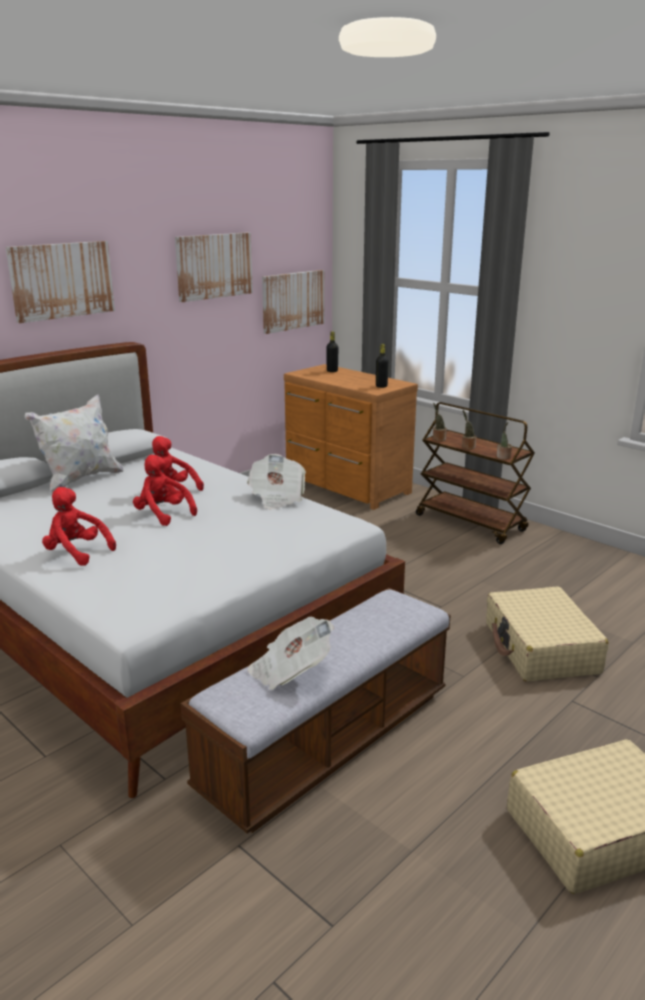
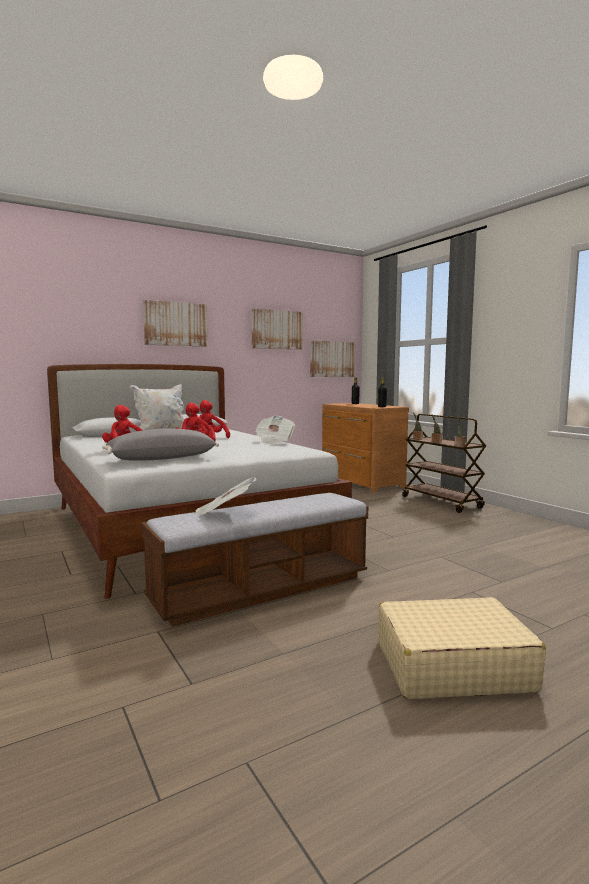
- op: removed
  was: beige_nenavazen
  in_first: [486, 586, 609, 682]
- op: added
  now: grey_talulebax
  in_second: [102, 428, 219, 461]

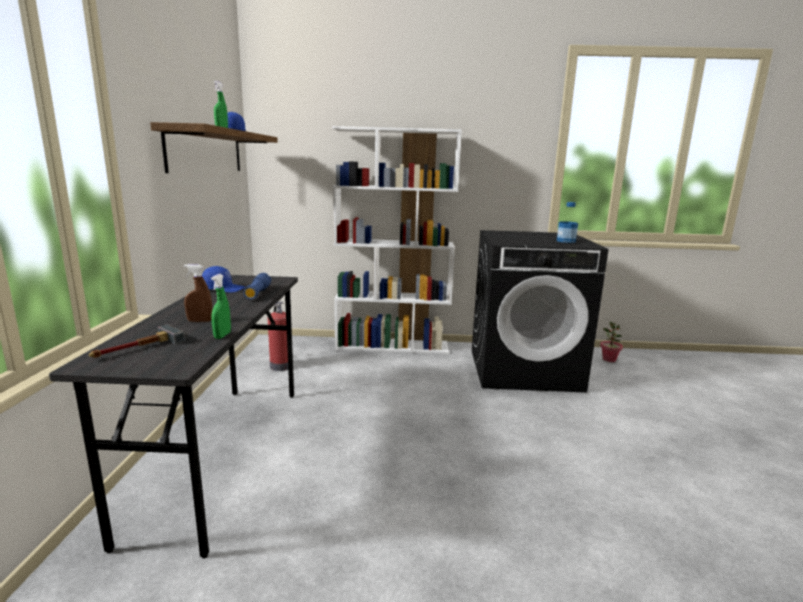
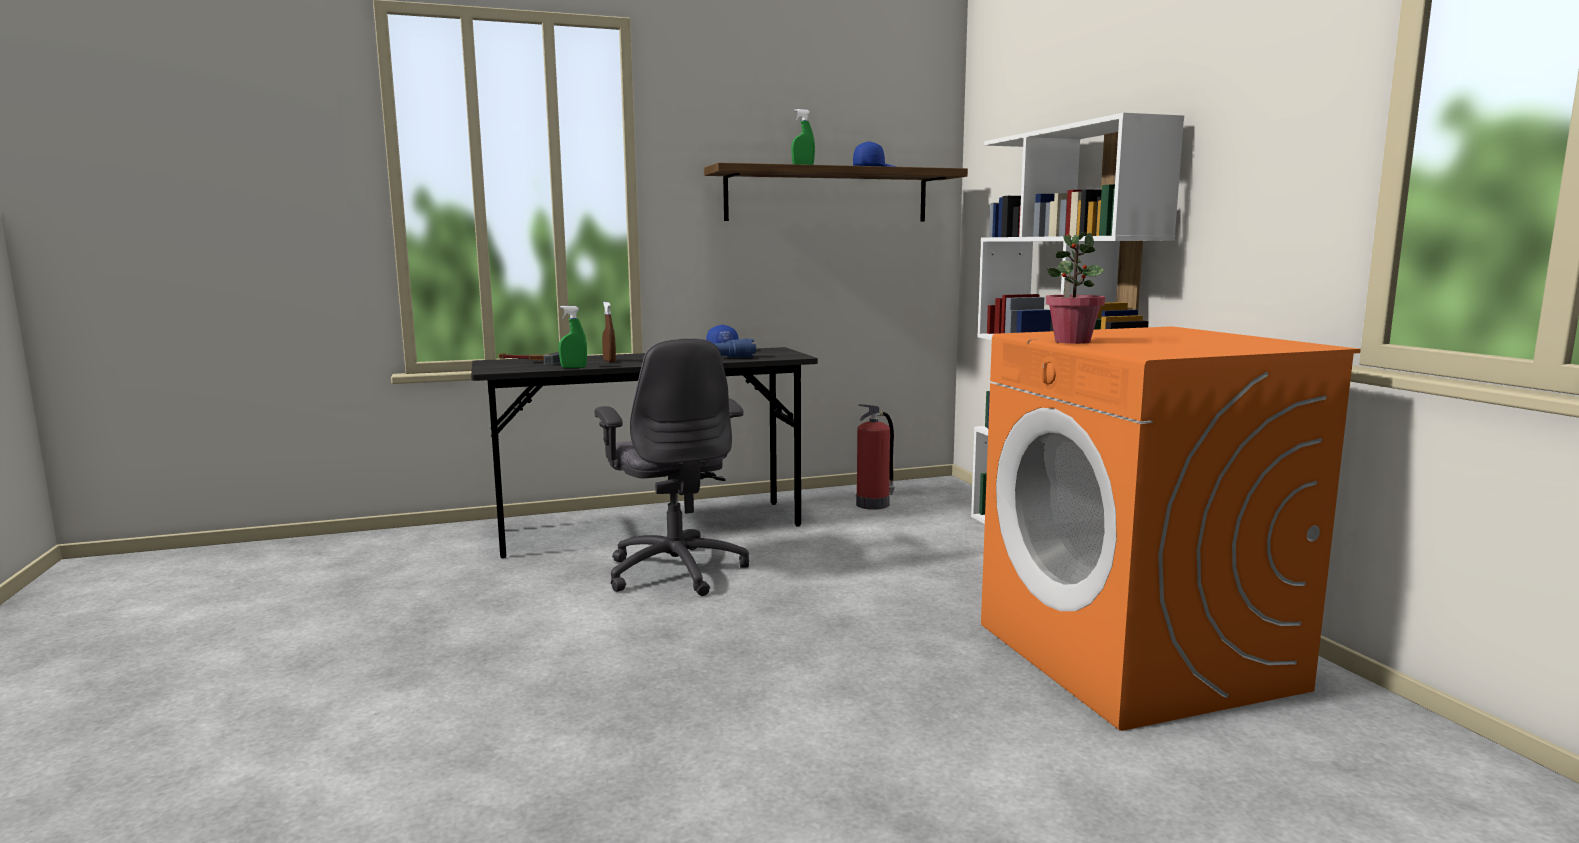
- op: removed
  was: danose
  in_first: [557, 202, 578, 243]
- op: added
  now: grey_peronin
  in_second: [594, 338, 749, 596]
- op: moved
  was: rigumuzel
  in_first: [600, 321, 623, 362]
  in_second: [1045, 232, 1105, 344]
- op: recoloured
  was: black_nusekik
  now: orange_nusekik
  in_first: [472, 230, 608, 393]
  in_second: [981, 326, 1361, 731]

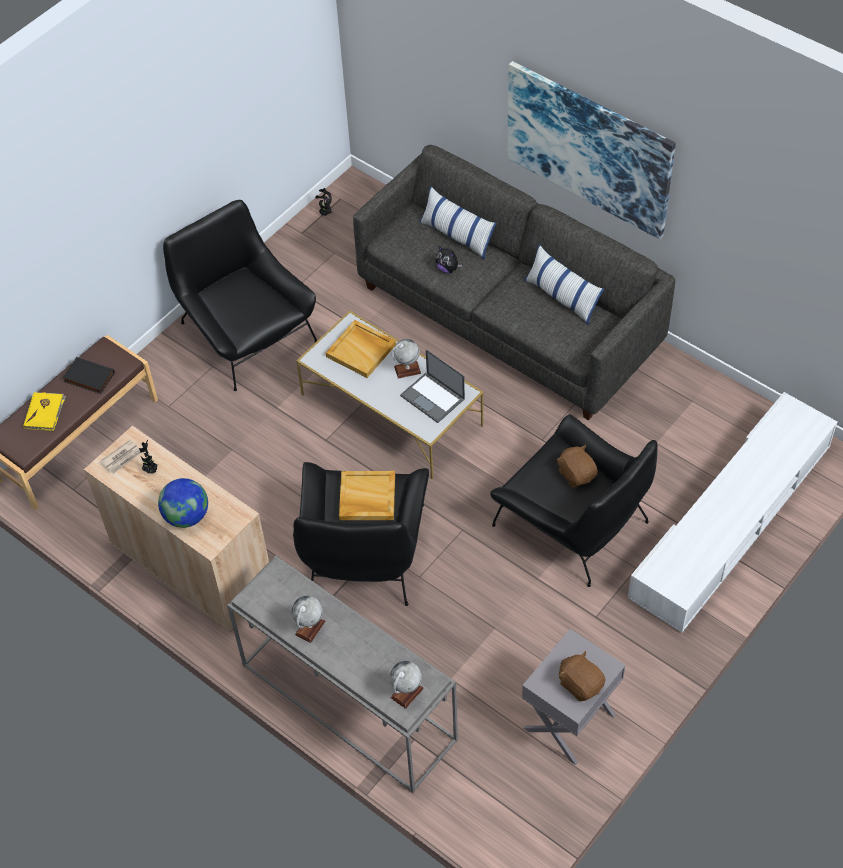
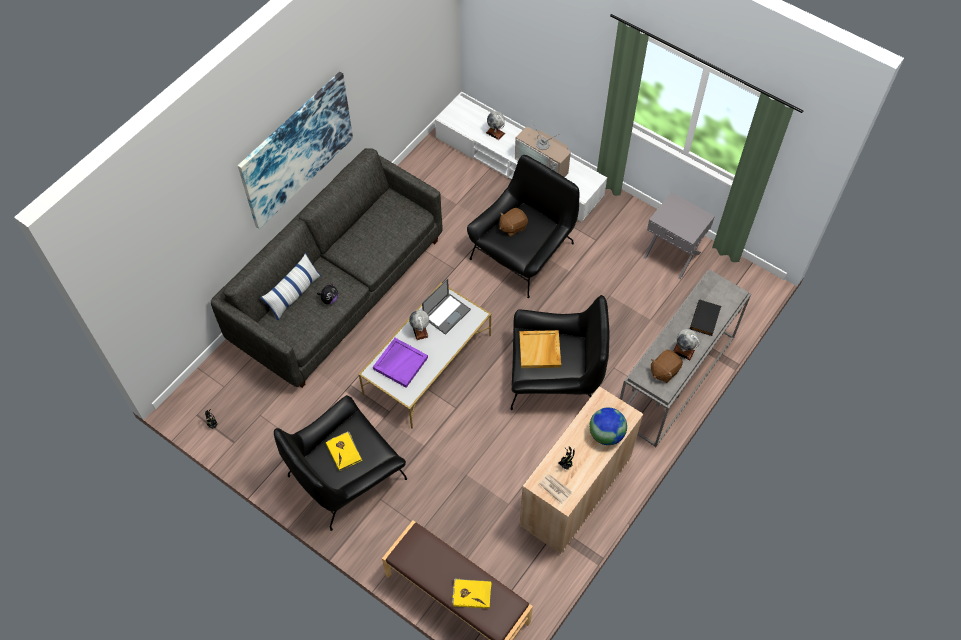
- op: removed
  was: talulebax
  in_first: [524, 244, 604, 325]
- op: added
  now: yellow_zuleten
  in_second: [326, 431, 362, 471]
- op: added
  now: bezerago
  in_second: [515, 117, 571, 177]
- op: moved
  was: black_zuleten
  in_first: [62, 357, 115, 394]
  in_second: [690, 300, 721, 336]
- op: moved
  was: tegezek
  in_first: [390, 661, 424, 709]
  in_second: [486, 111, 505, 140]
- op: moved
  was: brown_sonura
  in_first: [559, 651, 606, 701]
  in_second: [651, 350, 683, 383]
- op: recoloured
  was: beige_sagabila
  now: purple_sagabila
  in_first: [326, 320, 396, 378]
  in_second: [373, 338, 428, 388]

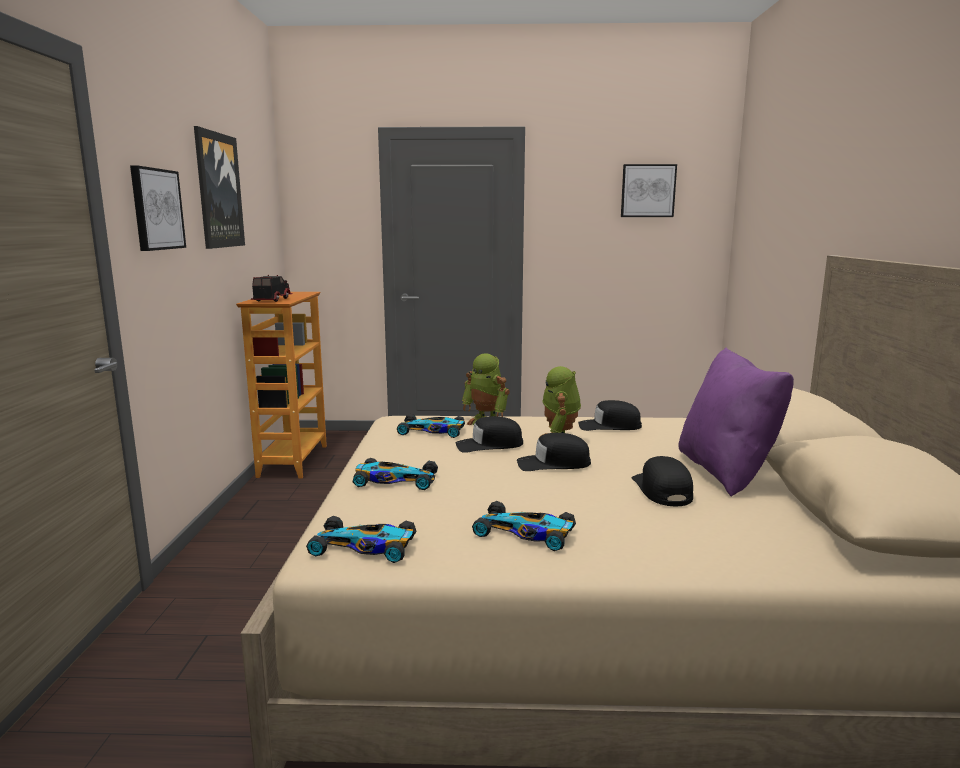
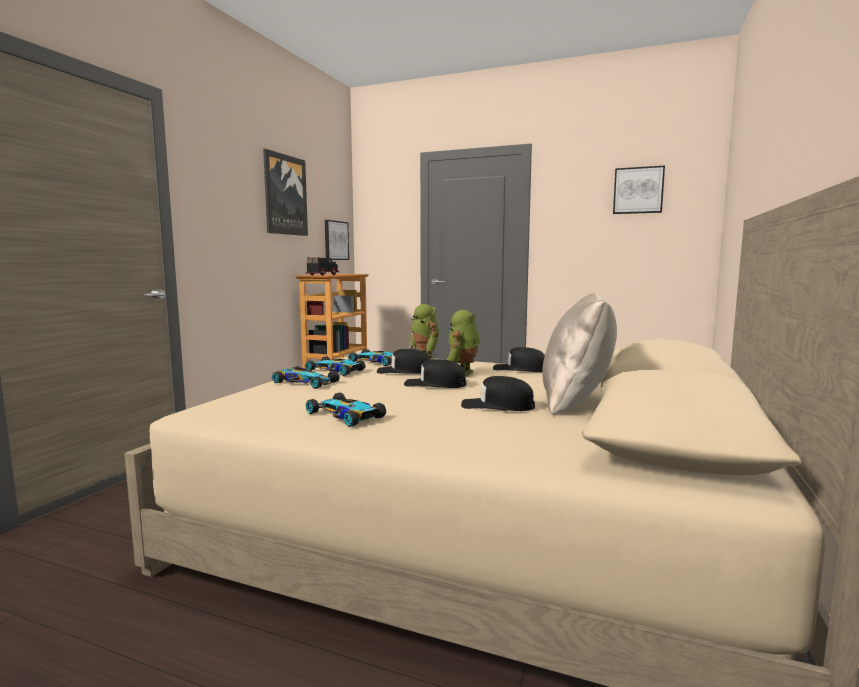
- op: moved
  was: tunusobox
  in_first: [130, 165, 186, 251]
  in_second: [325, 220, 349, 260]
- op: moved
  was: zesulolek
  in_first: [306, 516, 416, 563]
  in_second: [305, 356, 366, 376]
- op: recoloured
  was: purple_talulebax
  now: beige_talulebax
  in_first: [679, 347, 794, 497]
  in_second: [542, 293, 617, 415]
- op: turned
  was: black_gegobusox
  in_first: [632, 456, 693, 506]
  in_second: [461, 376, 535, 411]
  clockwise: -90

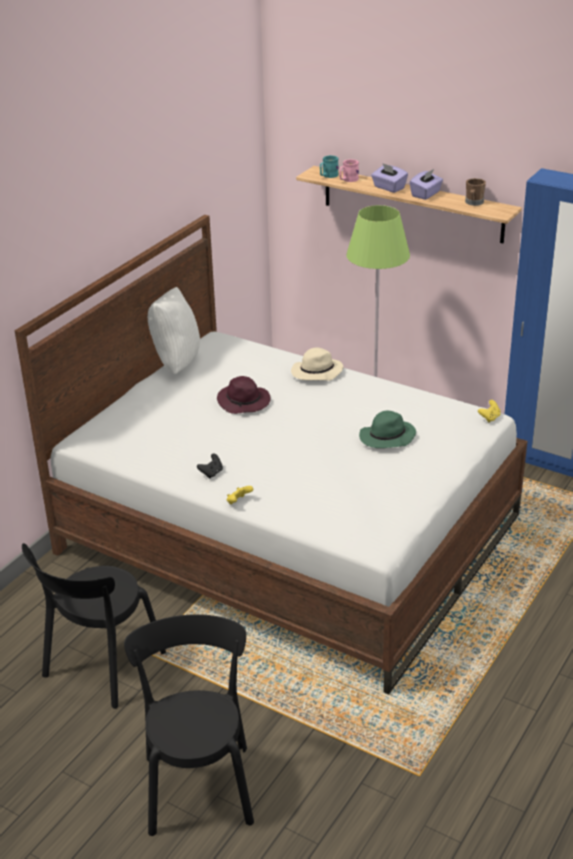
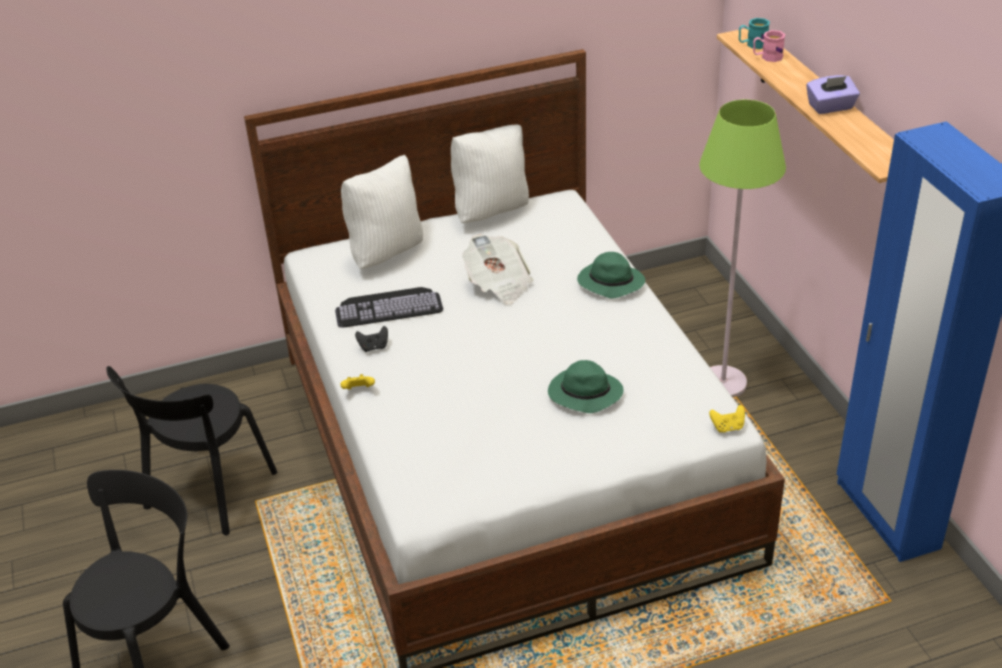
- op: removed
  was: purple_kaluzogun
  in_first: [371, 163, 408, 193]
- op: removed
  was: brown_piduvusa
  in_first: [465, 178, 486, 206]
- op: added
  now: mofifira
  in_second: [335, 287, 443, 328]
- op: added
  now: white_talulebax
  in_second: [341, 155, 423, 269]
- op: replaced
  was: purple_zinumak
  now: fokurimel
  in_first: [217, 376, 271, 414]
  in_second: [462, 234, 534, 304]
- op: recoloured
  was: beige_zinumak
  now: green_zinumak
  in_first: [291, 347, 343, 381]
  in_second: [577, 252, 645, 298]
- op: turned
  was: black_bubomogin
  in_first: [22, 543, 166, 709]
  in_second: [106, 366, 277, 536]
  clockwise: -45

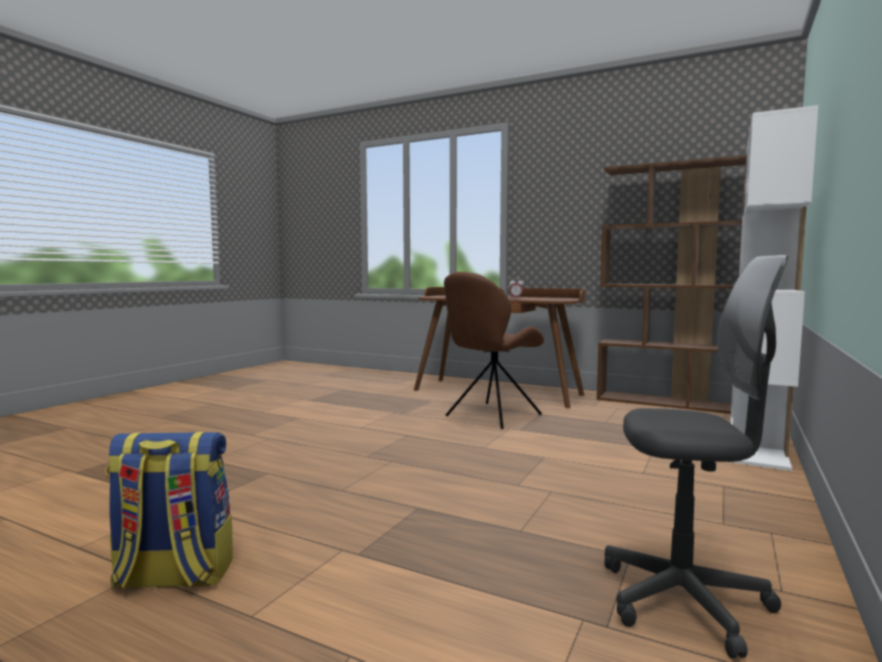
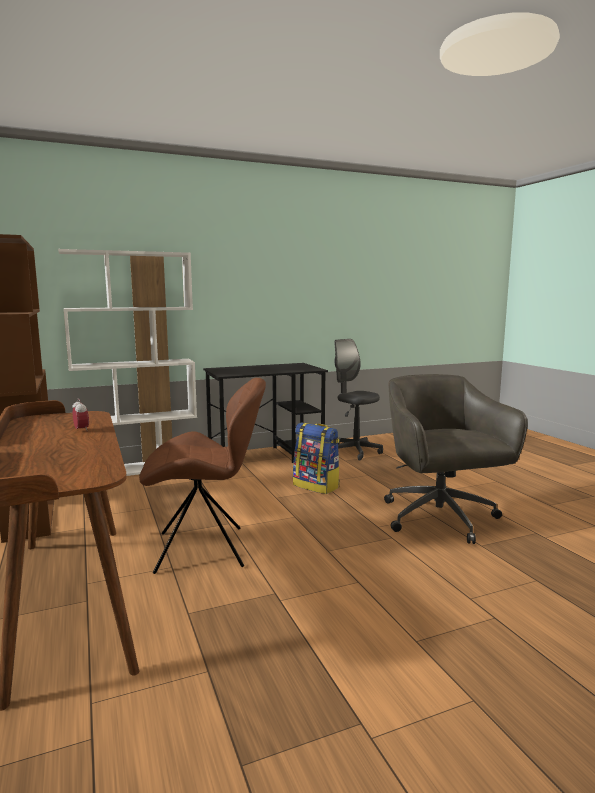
- op: added
  now: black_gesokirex
  in_second: [203, 363, 328, 463]
- op: added
  now: grey_peronin
  in_second: [384, 374, 527, 544]
- op: moved
  was: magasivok
  in_first: [106, 432, 233, 588]
  in_second: [293, 423, 340, 494]

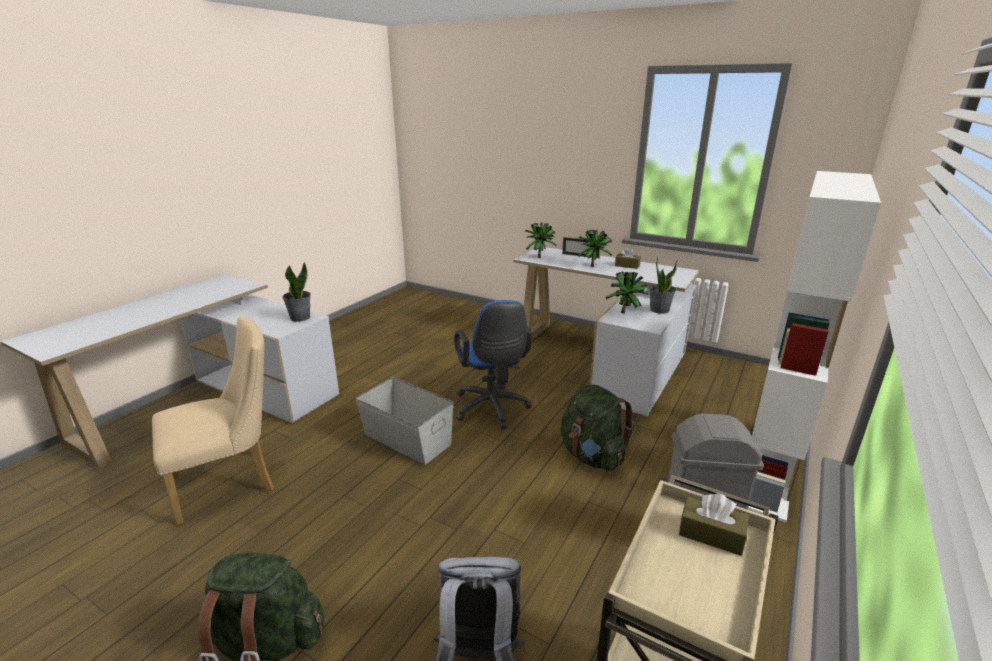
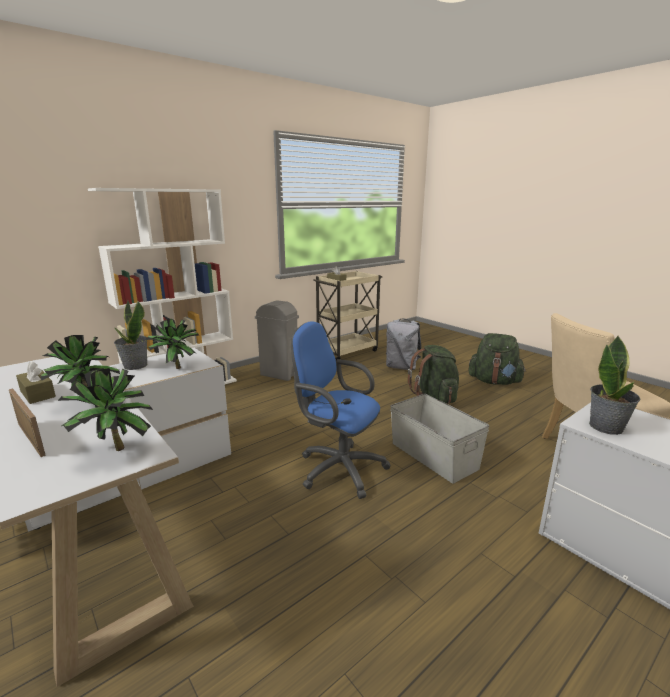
- op: moved
  was: green_magasivok
  in_first: [561, 385, 634, 471]
  in_second: [408, 345, 459, 404]
- op: turned
  was: blue_peronin
  in_first: [454, 300, 532, 429]
  in_second: [291, 321, 391, 499]
  clockwise: -60

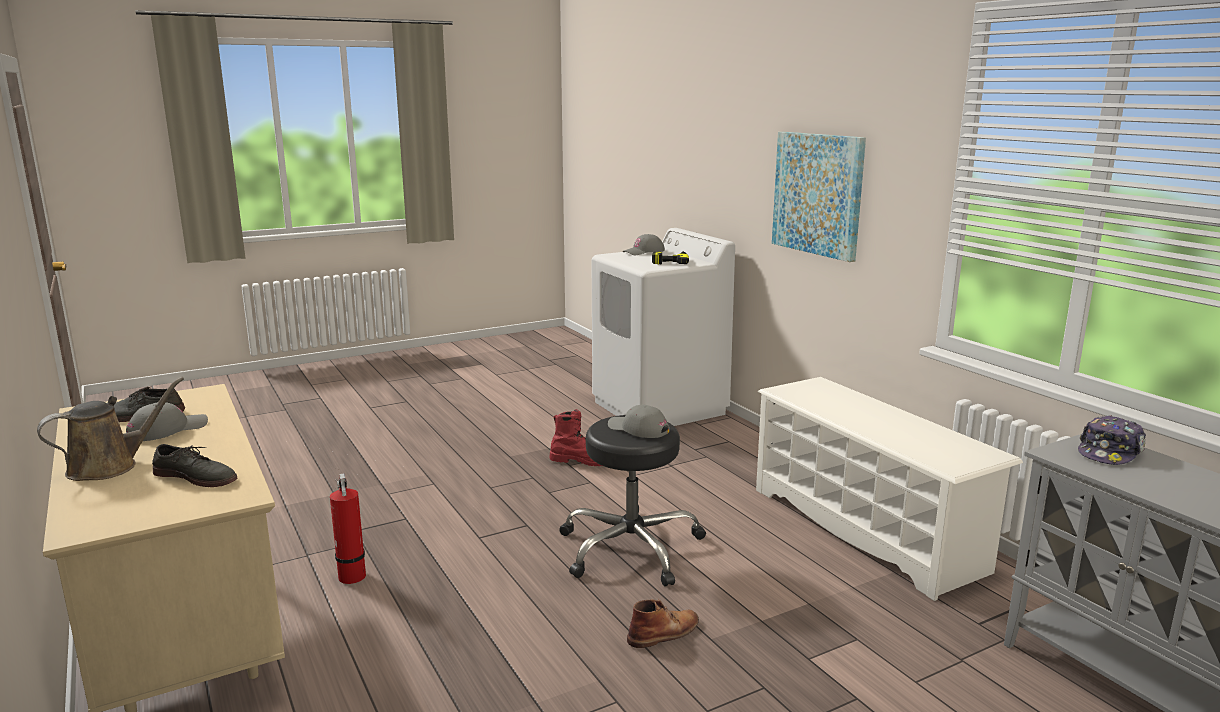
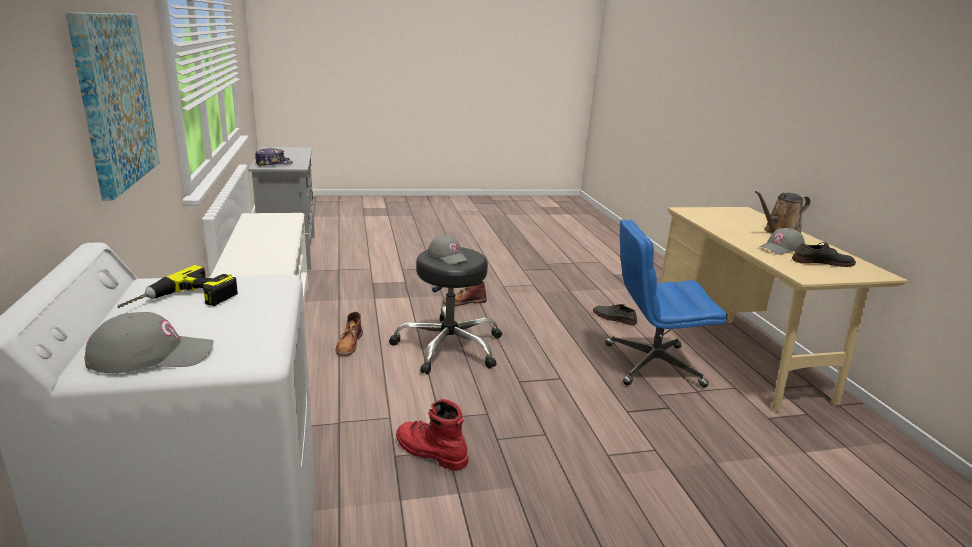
- op: added
  now: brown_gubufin
  in_second: [336, 312, 363, 356]
- op: moved
  was: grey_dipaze
  in_first: [152, 444, 237, 487]
  in_second: [593, 304, 637, 326]
- op: replaced
  was: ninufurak
  now: blue_peronin
  in_first: [330, 474, 366, 584]
  in_second: [605, 219, 727, 388]

